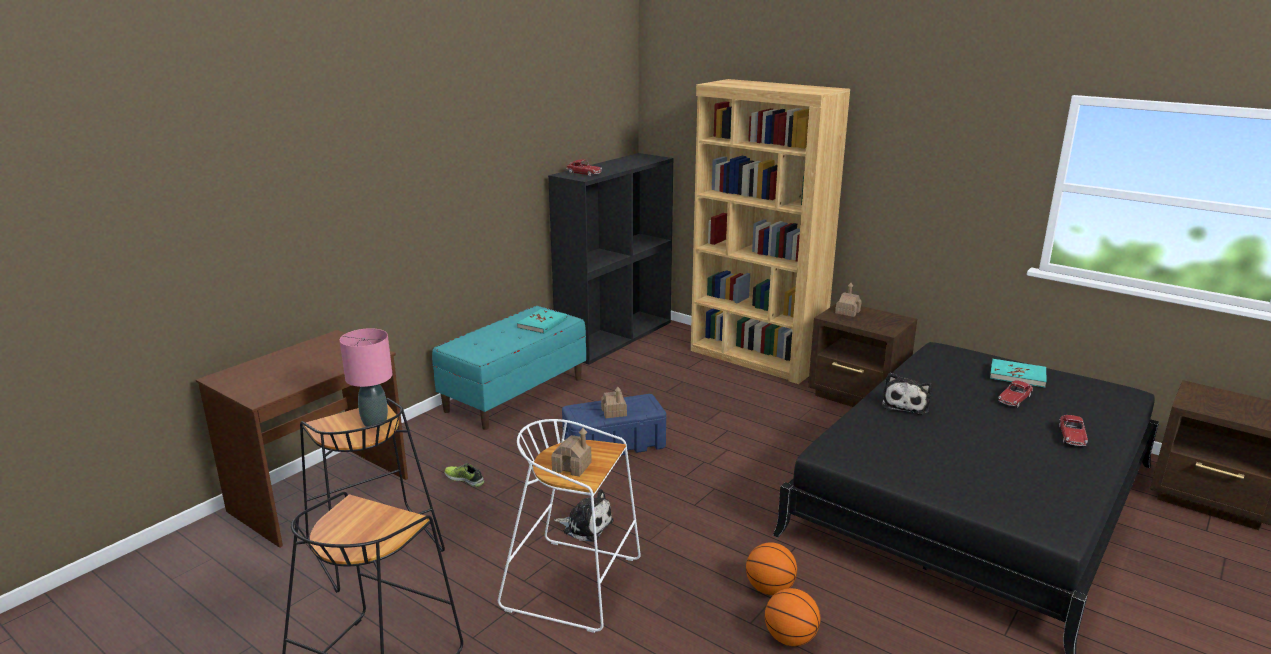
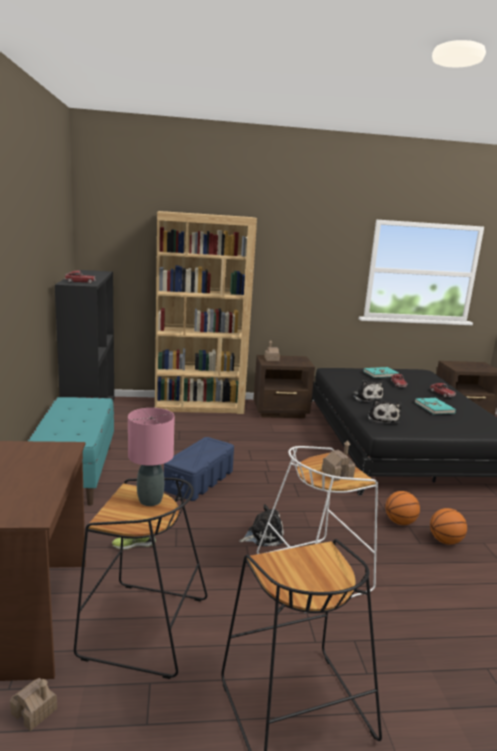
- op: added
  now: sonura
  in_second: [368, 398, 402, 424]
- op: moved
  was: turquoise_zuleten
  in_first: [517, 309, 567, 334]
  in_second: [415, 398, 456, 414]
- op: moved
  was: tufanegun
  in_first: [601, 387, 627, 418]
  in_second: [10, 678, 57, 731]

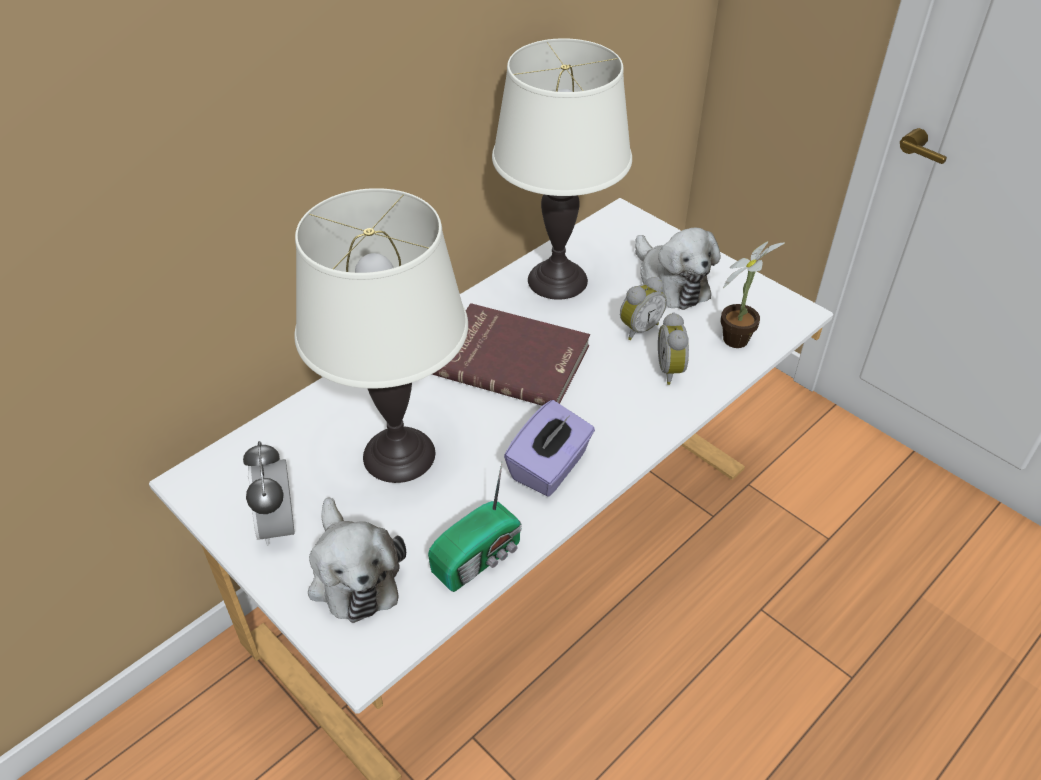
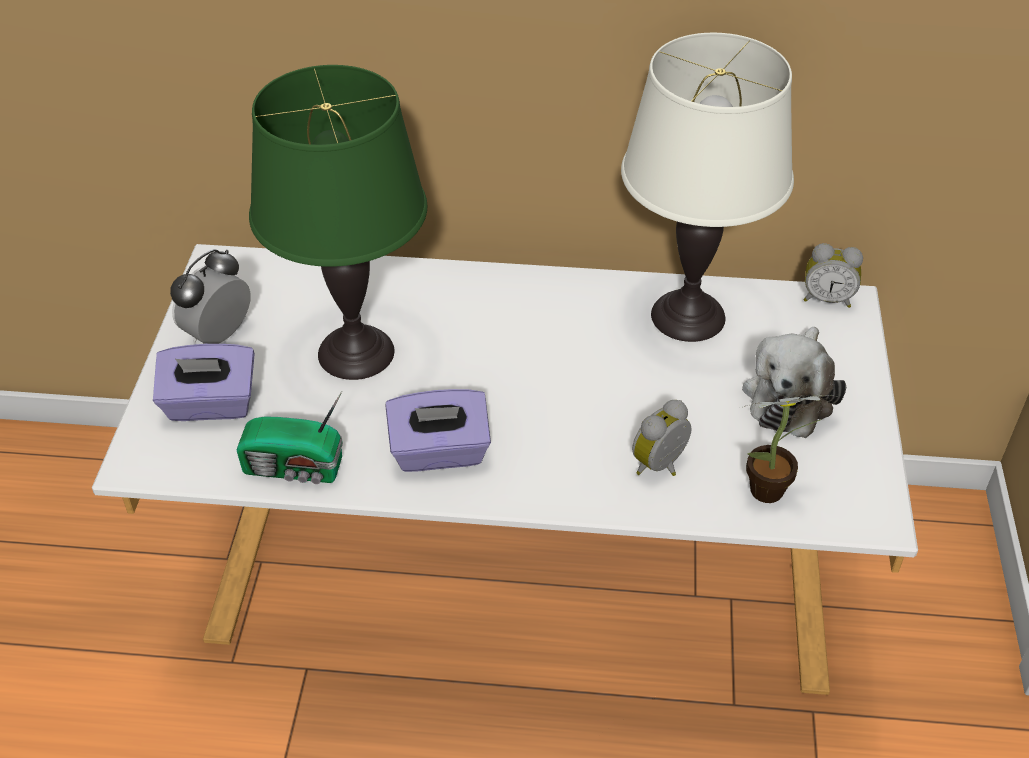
- op: removed
  was: red_zuleten
  in_first: [432, 303, 590, 406]
- op: moved
  was: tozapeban
  in_first: [620, 277, 667, 340]
  in_second: [804, 243, 863, 308]
- op: replaced
  was: sonura
  now: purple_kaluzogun
  in_first: [308, 498, 406, 623]
  in_second: [153, 344, 255, 421]
- op: recoloured
  was: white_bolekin
  now: green_bolekin
  in_first: [294, 188, 468, 483]
  in_second: [249, 65, 427, 380]

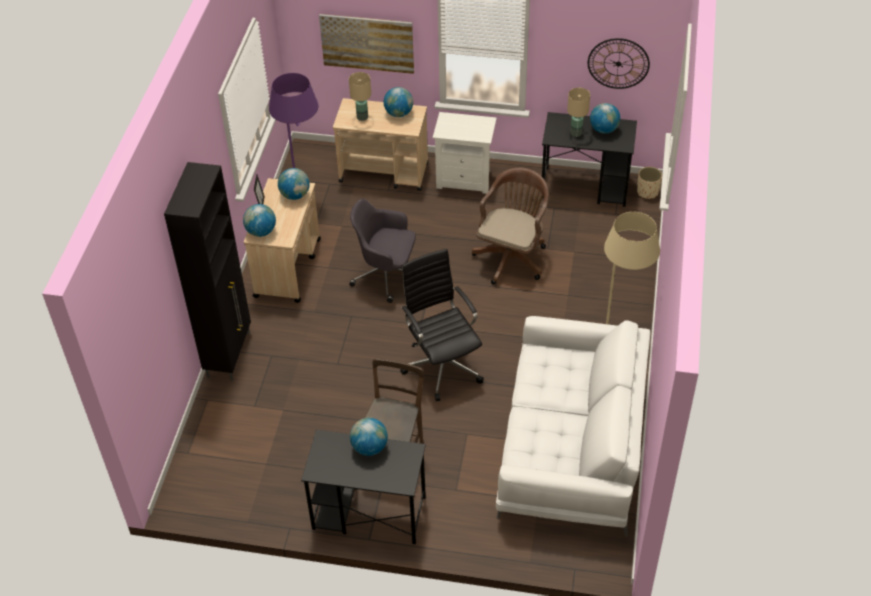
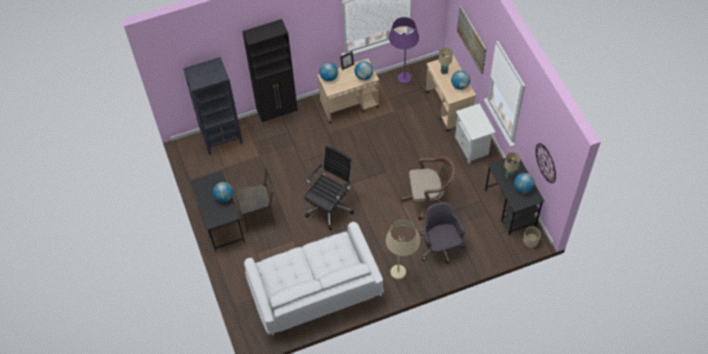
- op: added
  now: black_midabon
  in_second: [183, 57, 243, 155]
- op: moved
  was: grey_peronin
  in_first: [349, 199, 416, 303]
  in_second: [421, 202, 465, 263]

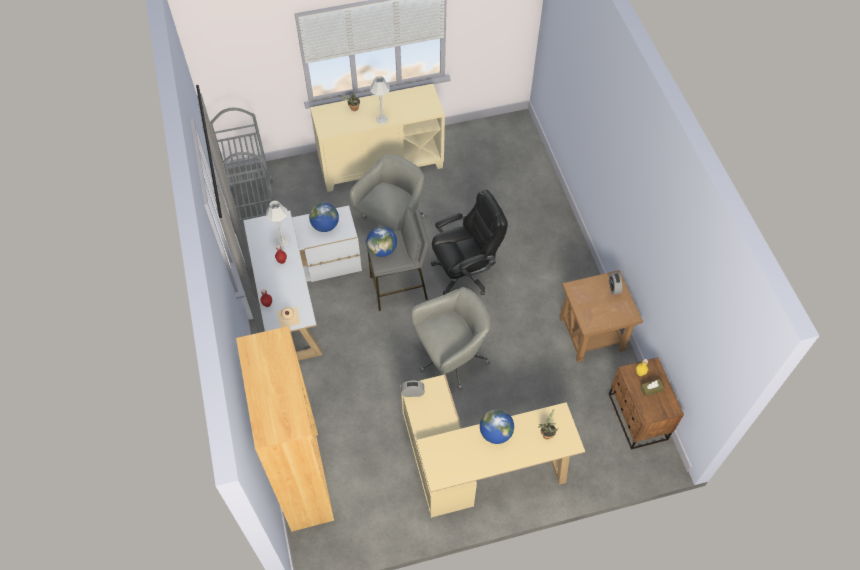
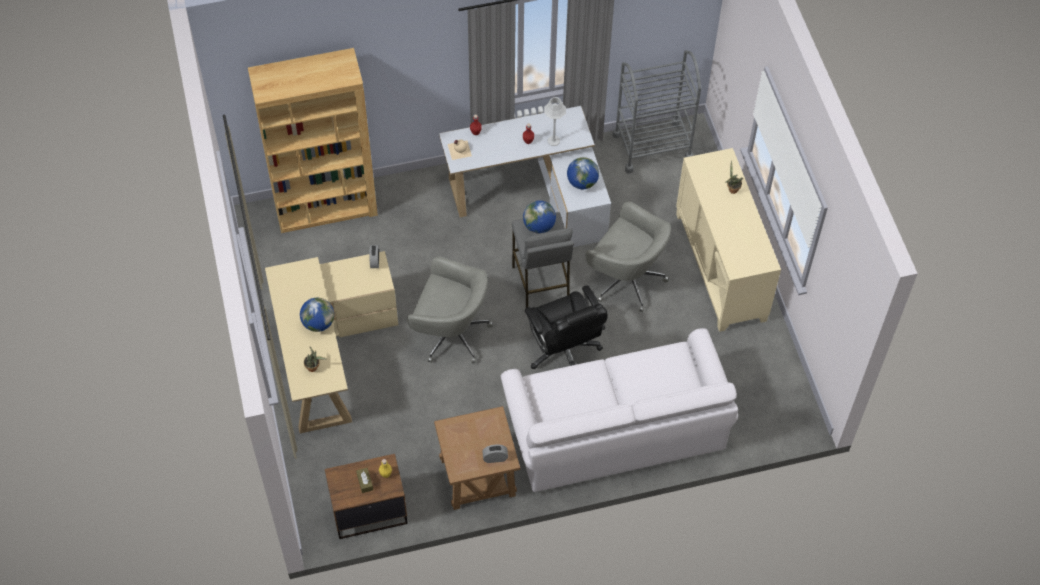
- op: removed
  was: grey_bolekin
  in_first: [370, 76, 390, 124]
- op: added
  now: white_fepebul
  in_second: [500, 328, 738, 492]
- op: turned
  was: grey_peronin
  in_first: [411, 287, 490, 390]
  in_second: [407, 256, 493, 363]
  clockwise: -45

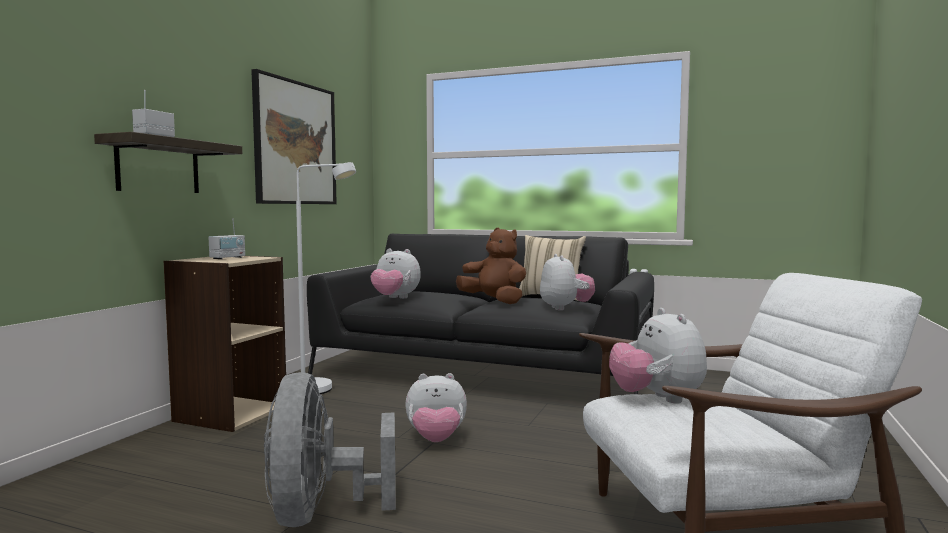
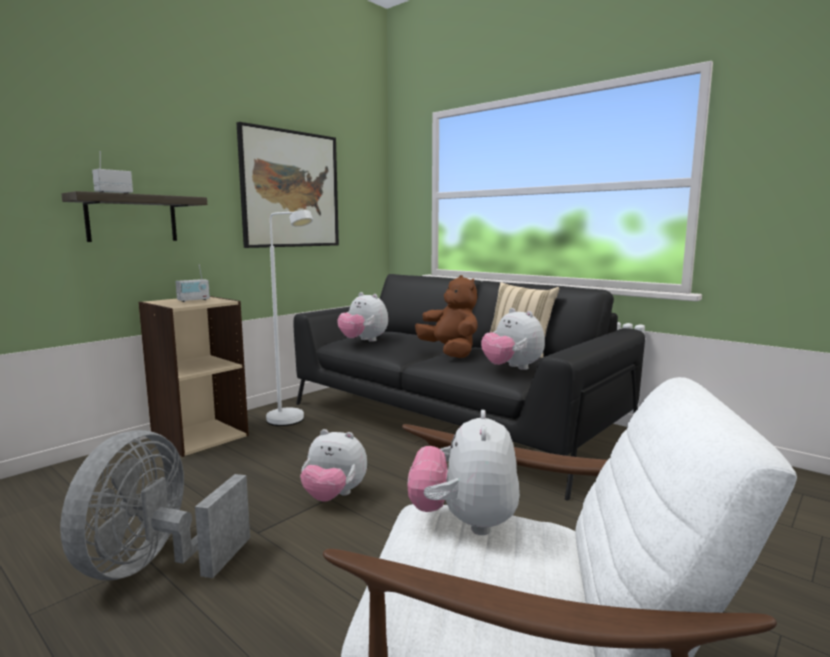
- op: turned
  was: sonura
  in_first: [540, 254, 595, 310]
  in_second: [481, 308, 545, 370]
  clockwise: 135

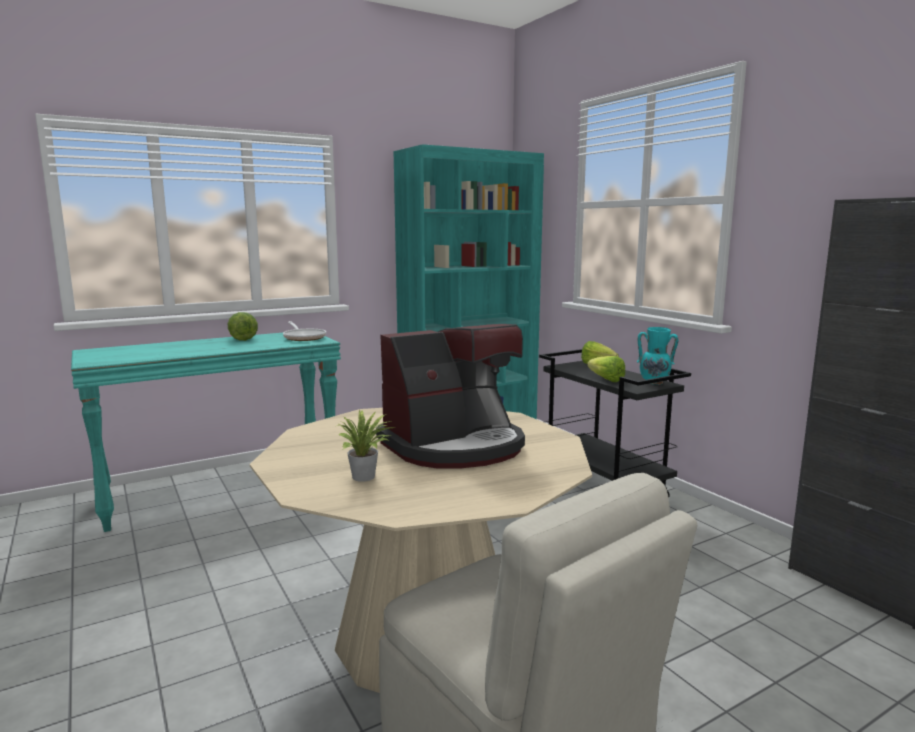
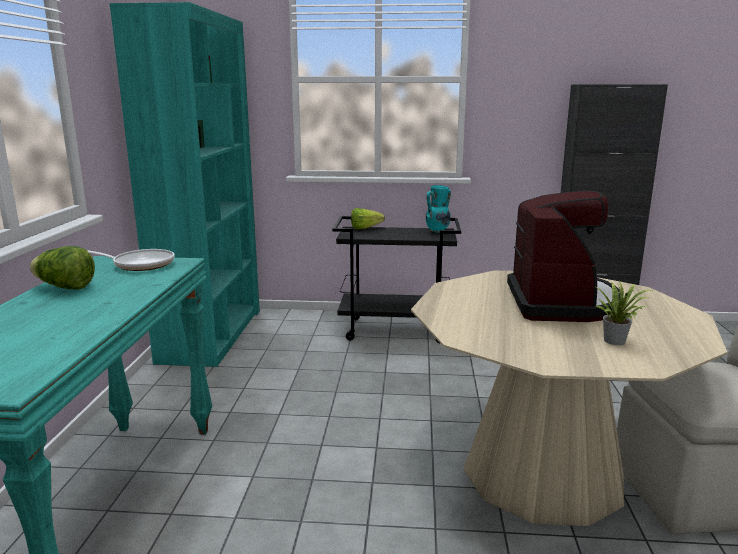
- op: removed
  was: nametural
  in_first: [587, 356, 625, 382]

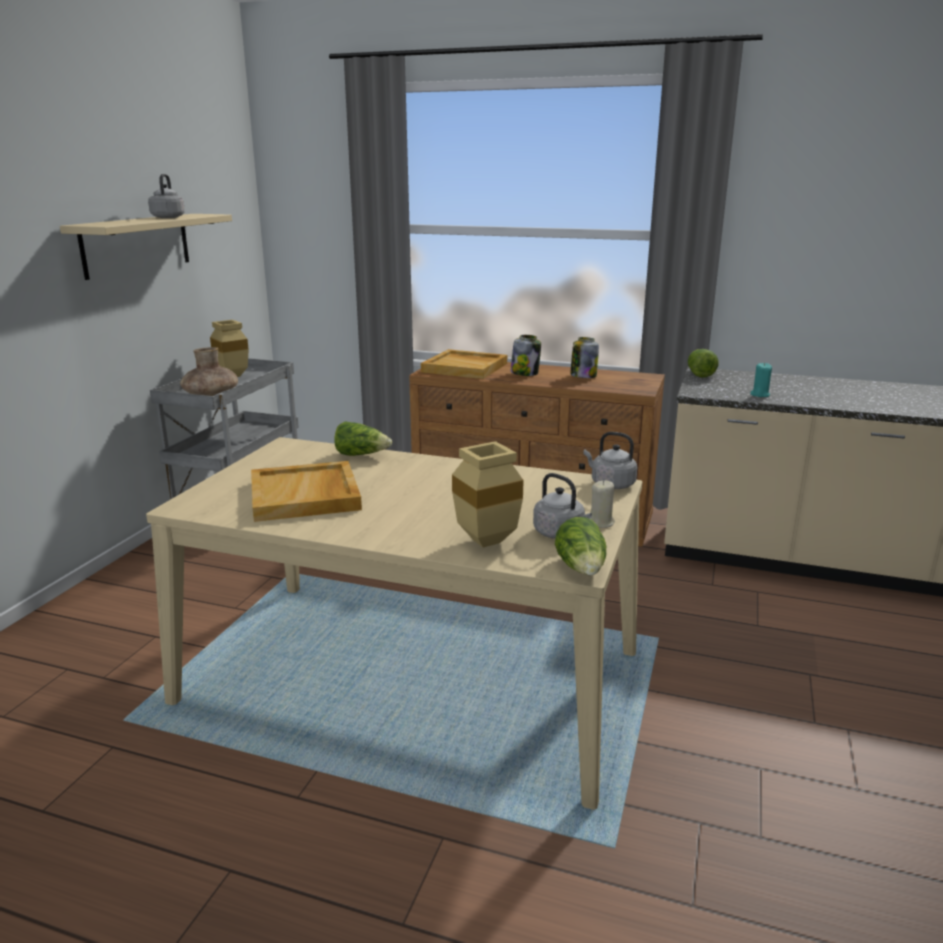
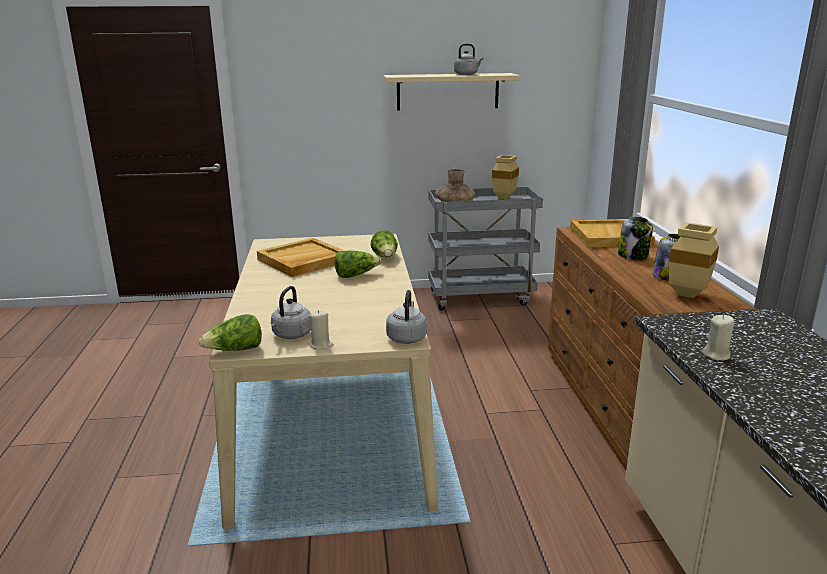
- op: moved
  was: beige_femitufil
  in_first: [452, 441, 524, 548]
  in_second: [669, 222, 719, 298]
- op: moved
  was: nametural
  in_first: [688, 349, 719, 377]
  in_second: [335, 250, 381, 278]
- op: recoloured
  was: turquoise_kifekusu
  now: beige_kifekusu
  in_first: [750, 362, 772, 397]
  in_second: [702, 315, 735, 360]

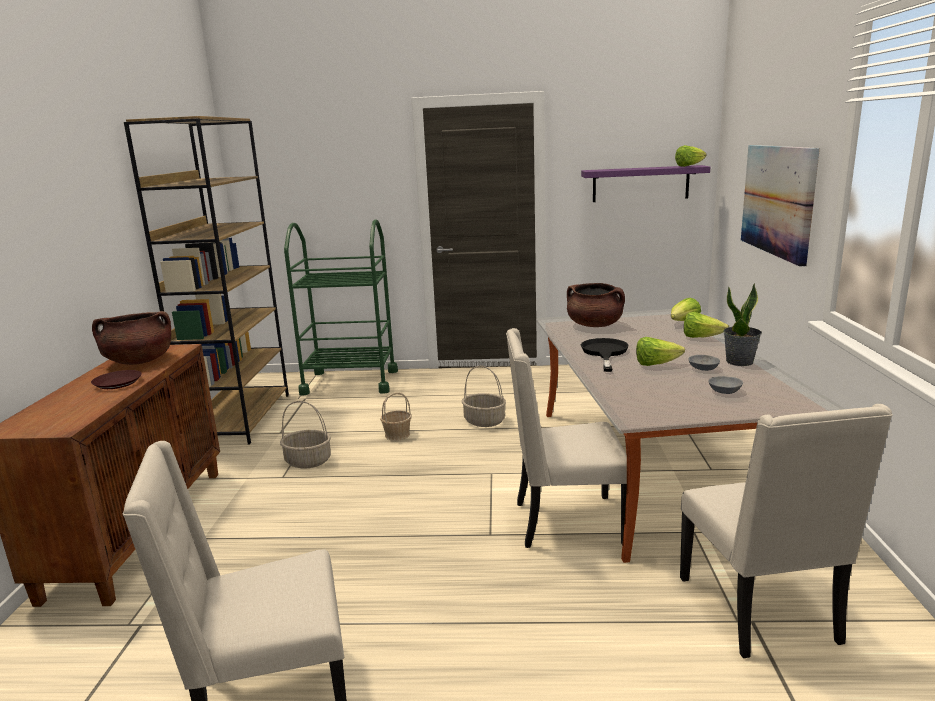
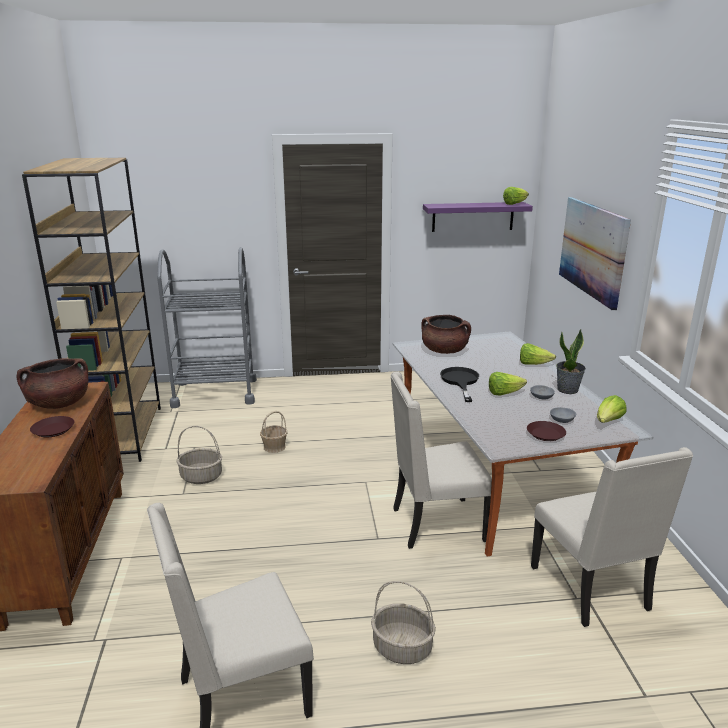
- op: added
  now: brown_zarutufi
  in_second: [527, 421, 566, 441]
- op: moved
  was: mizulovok
  in_first: [462, 366, 506, 427]
  in_second: [371, 581, 436, 664]
- op: moved
  was: nametural
  in_first: [671, 298, 701, 321]
  in_second: [597, 395, 627, 423]
- op: recoloured
  was: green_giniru
  now: grey_giniru
  in_first: [284, 220, 398, 395]
  in_second: [157, 247, 257, 408]

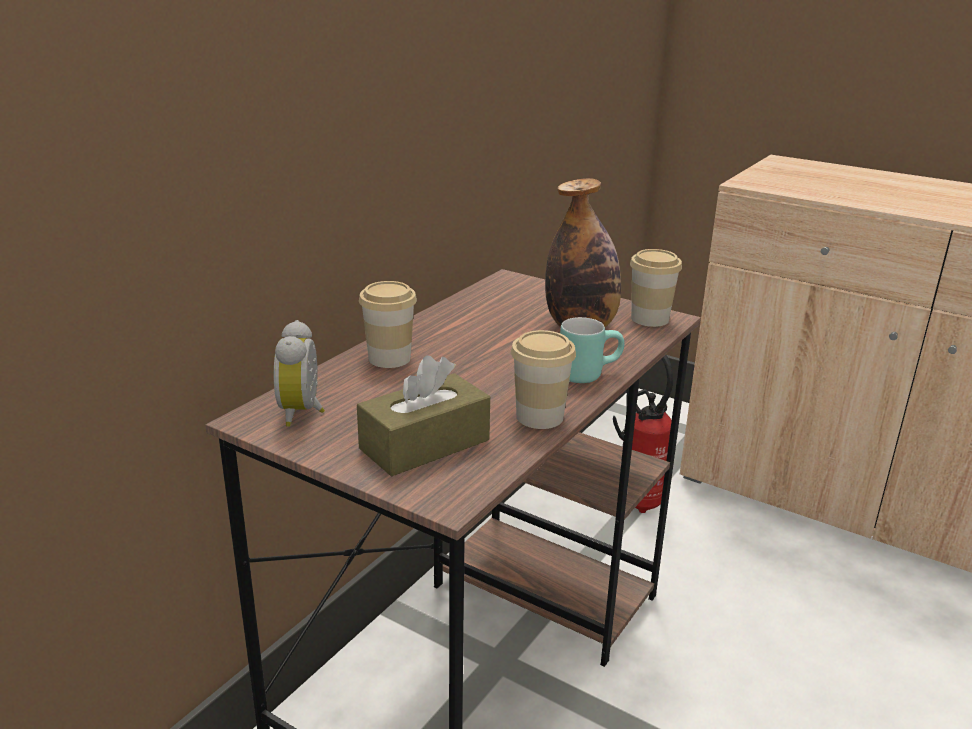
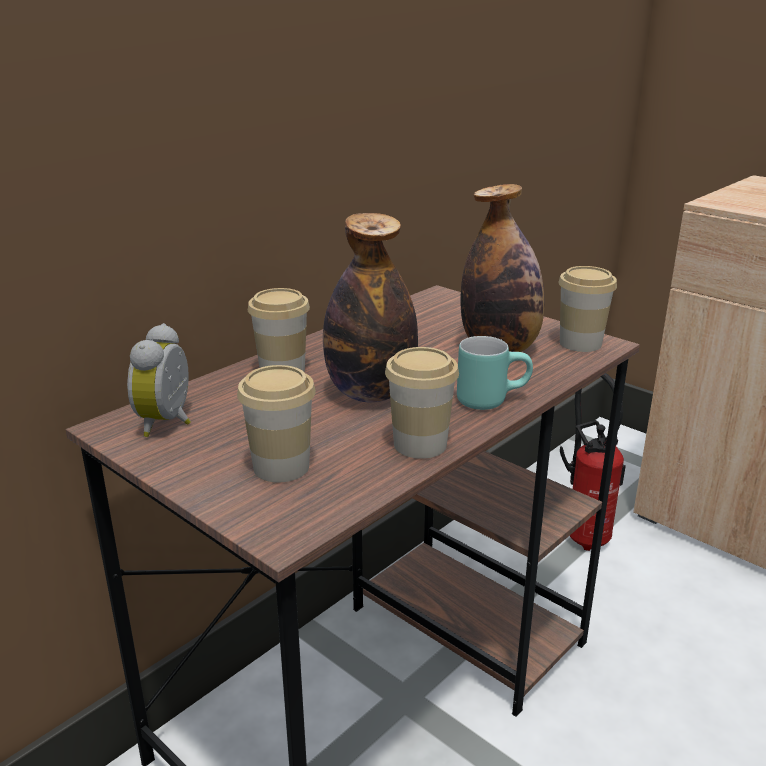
- op: added
  now: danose
  in_second: [323, 213, 418, 403]
- op: replaced
  was: brown_kaluzogun
  now: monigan
  in_first: [357, 355, 490, 476]
  in_second: [237, 365, 316, 482]

